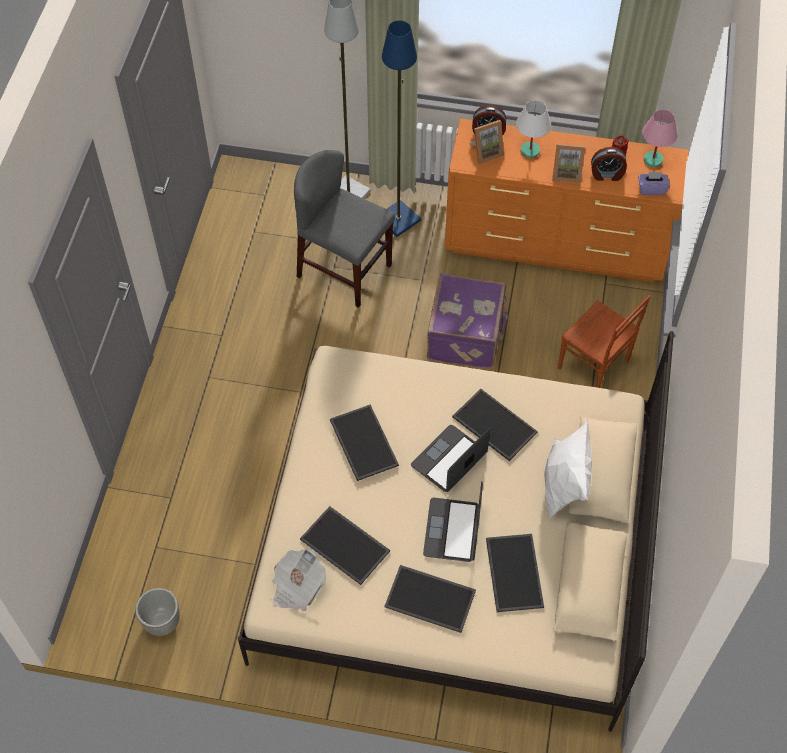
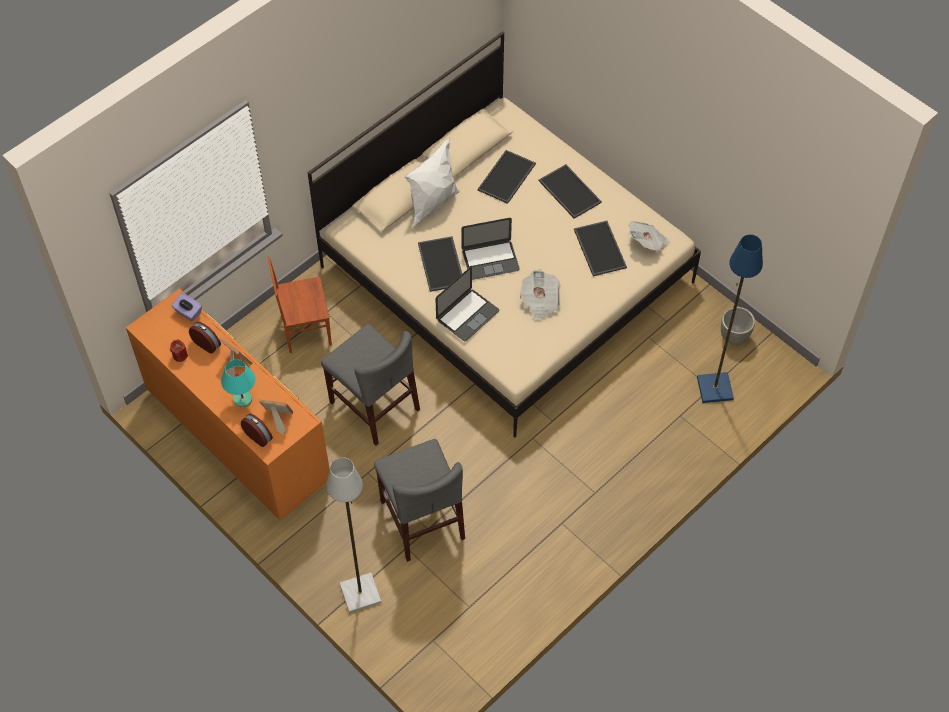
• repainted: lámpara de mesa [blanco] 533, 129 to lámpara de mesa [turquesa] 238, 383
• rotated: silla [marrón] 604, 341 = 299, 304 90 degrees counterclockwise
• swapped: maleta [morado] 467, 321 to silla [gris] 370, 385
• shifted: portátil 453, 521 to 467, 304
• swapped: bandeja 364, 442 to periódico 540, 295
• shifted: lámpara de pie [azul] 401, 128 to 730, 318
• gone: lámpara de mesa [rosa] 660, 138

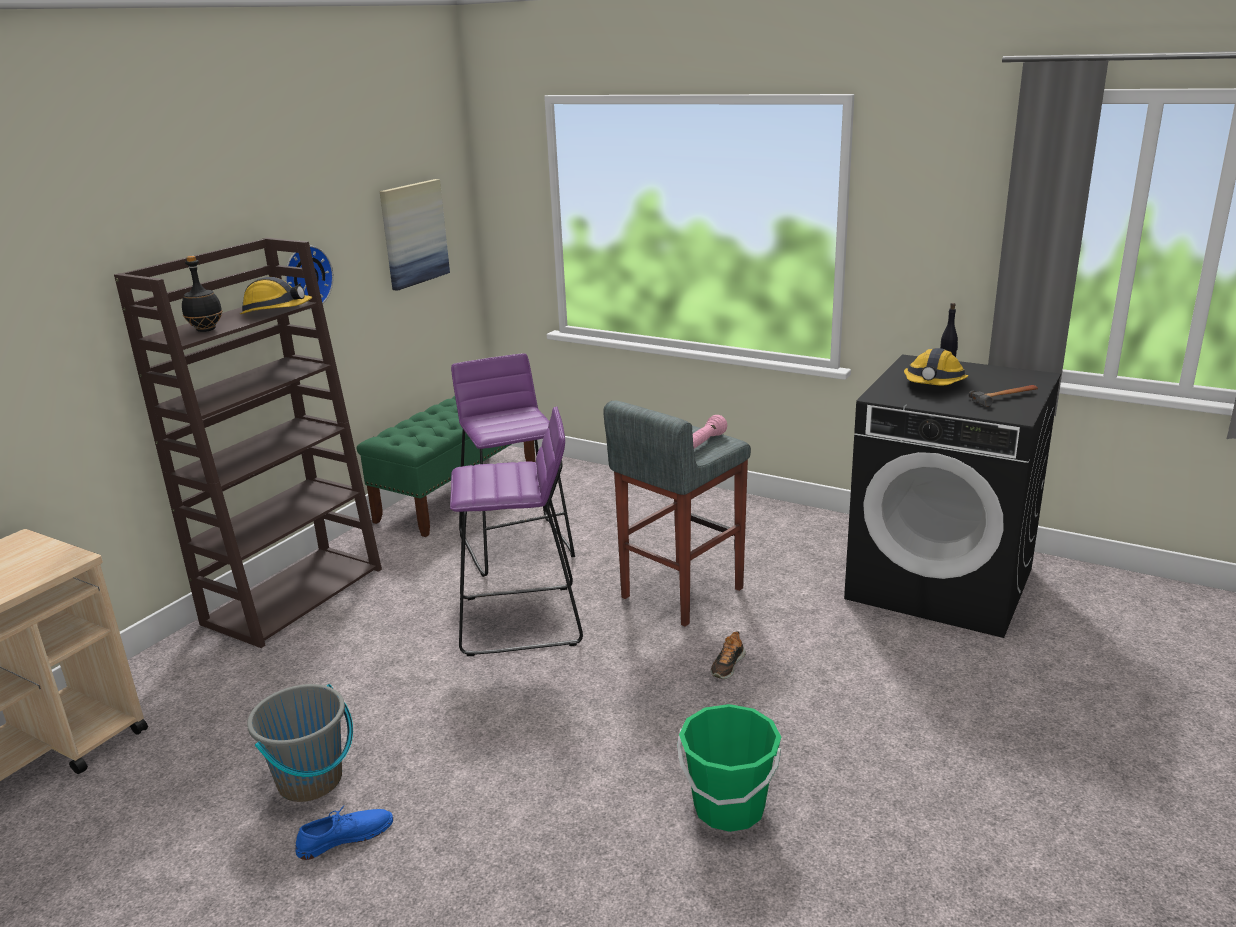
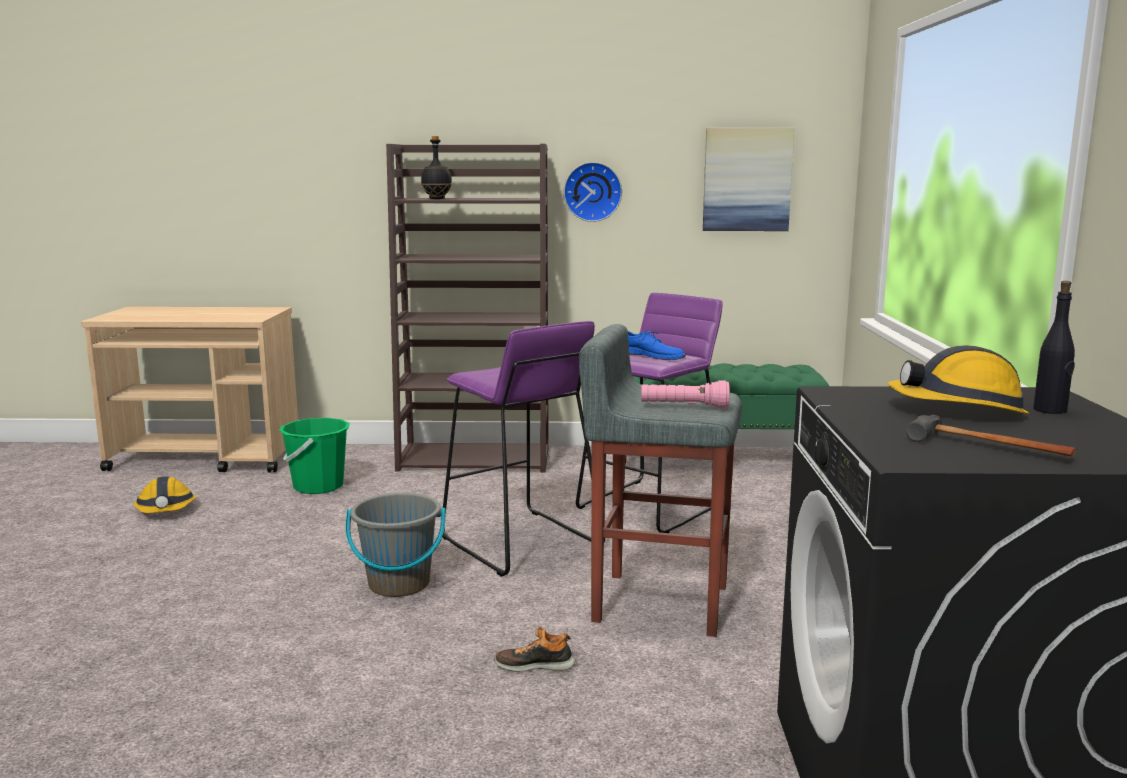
• shifted: casco 276, 295 to 164, 494
• shifted: cubo [verde] 729, 768 to 314, 456
• shifted: cubo [gris] 300, 743 to 395, 545
• shifted: zapato [azul] 344, 832 to 657, 345

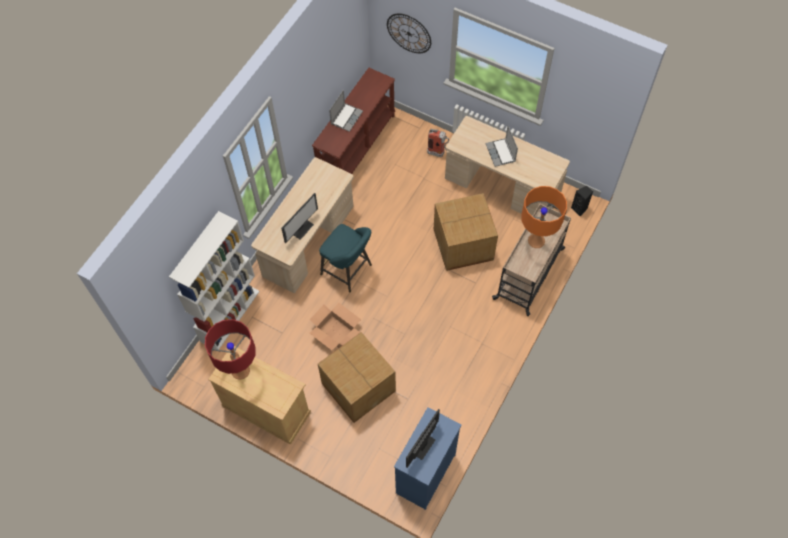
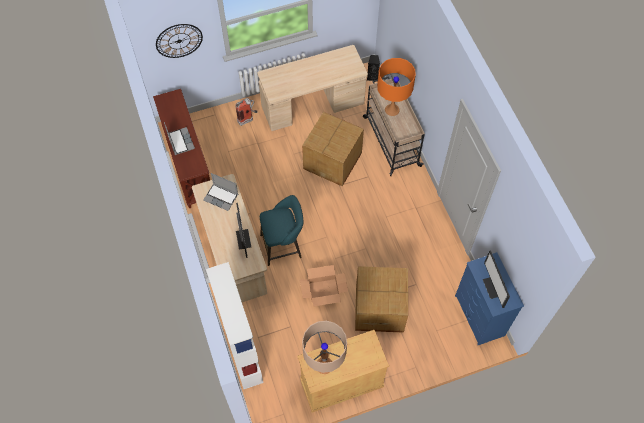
• shifted: portátil 501, 146 to 220, 192
• repainted: lámpara de mesa [rojo] 230, 349 to lámpara de mesa [beis] 324, 347

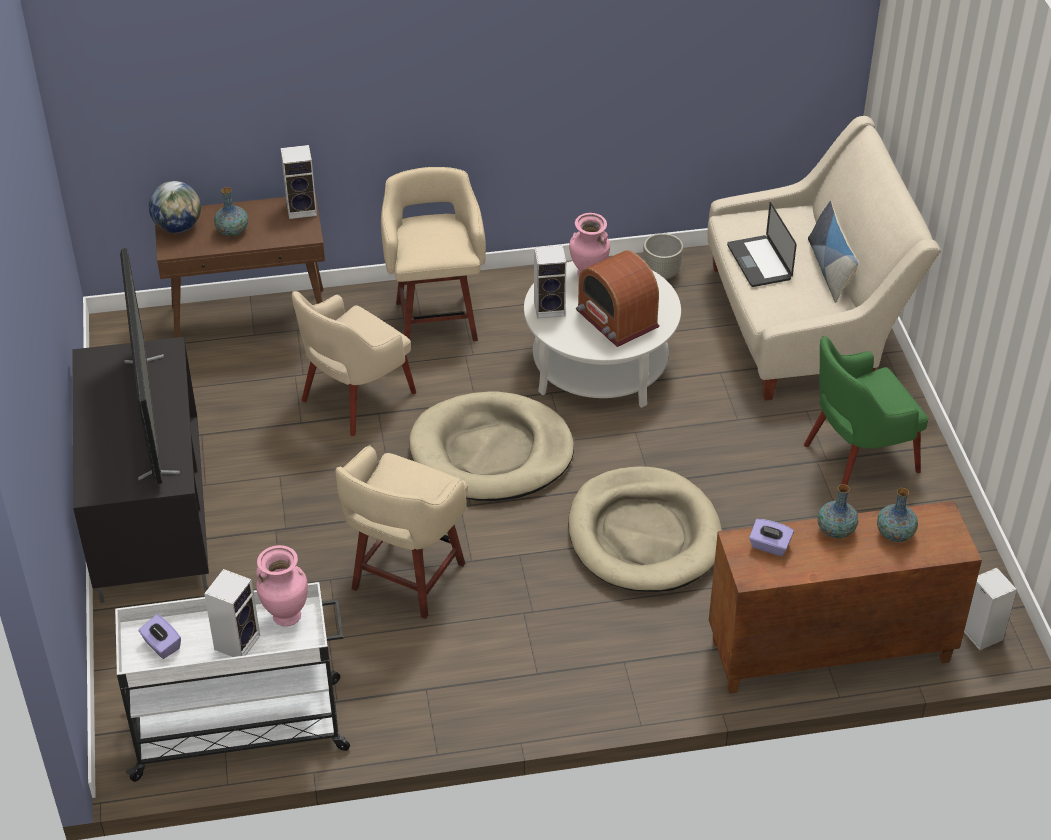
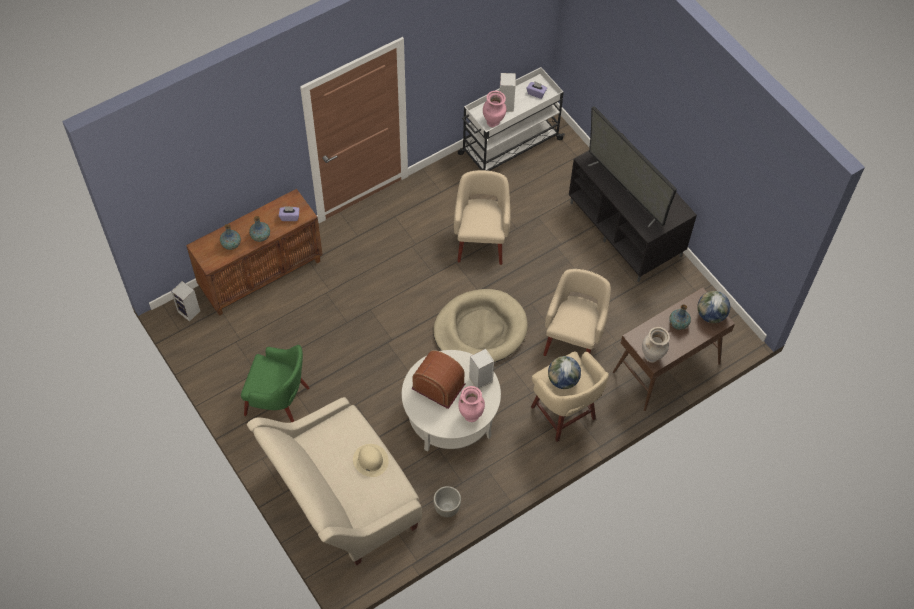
• rotated: sillón [verde] 866, 410 = 275, 383 60 degrees clockwise
• swapped: portátil 762, 244 to sombrero [beis] 371, 460
• swapped: taburete [beis] 401, 532 to sillón [beis] 482, 217
• new: globo terráqueo 564, 372
• swapped: altavoz 299, 182 to florero [beis] 656, 345
• gone: cama para perro [beis] 645, 529
• gone: cojín 833, 252

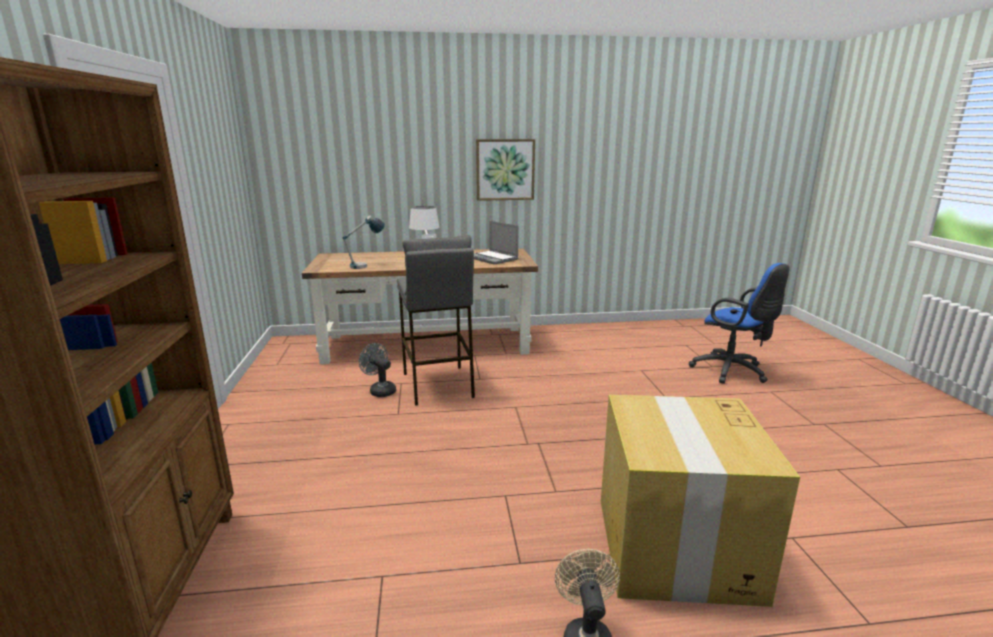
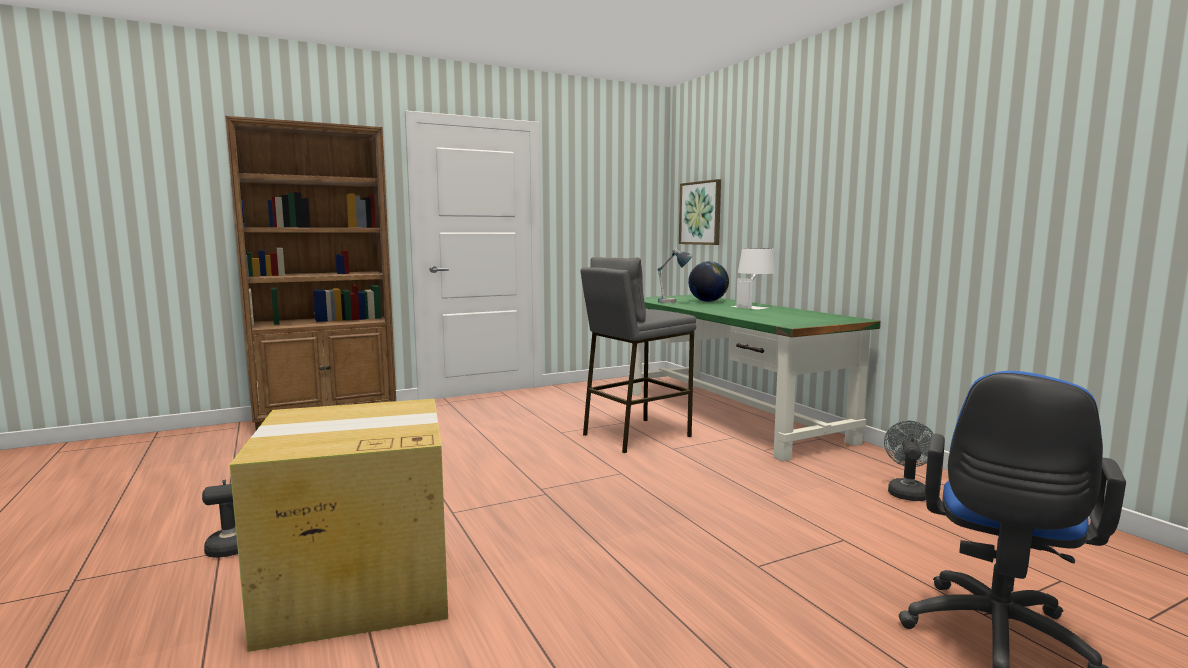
• repainted: escritorio [marrón] 420, 306 to escritorio [verde] 754, 378
• shifted: cuadro 505, 170 to 700, 212
• new: globo terráqueo 708, 281
• shifted: ventilador [gris] 377, 370 to 909, 461
• gone: portátil 496, 243

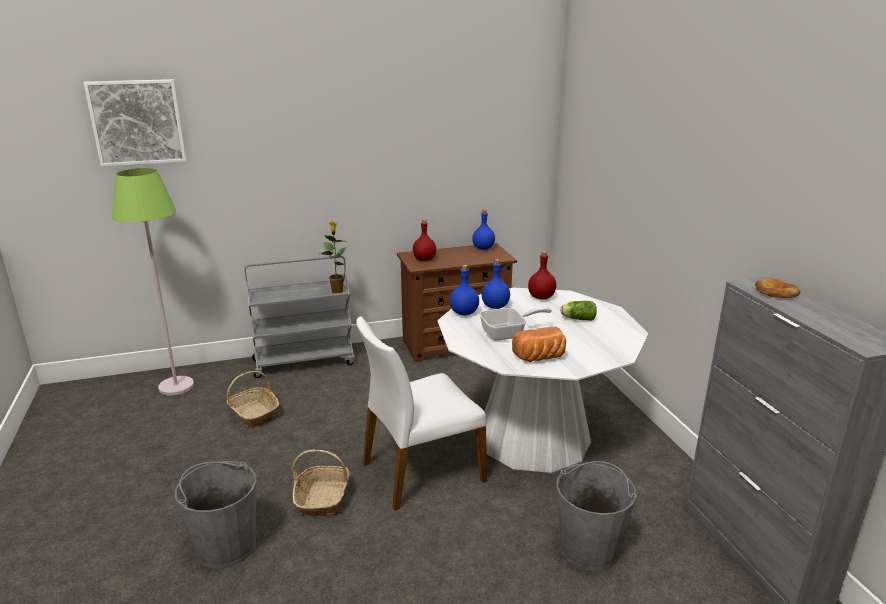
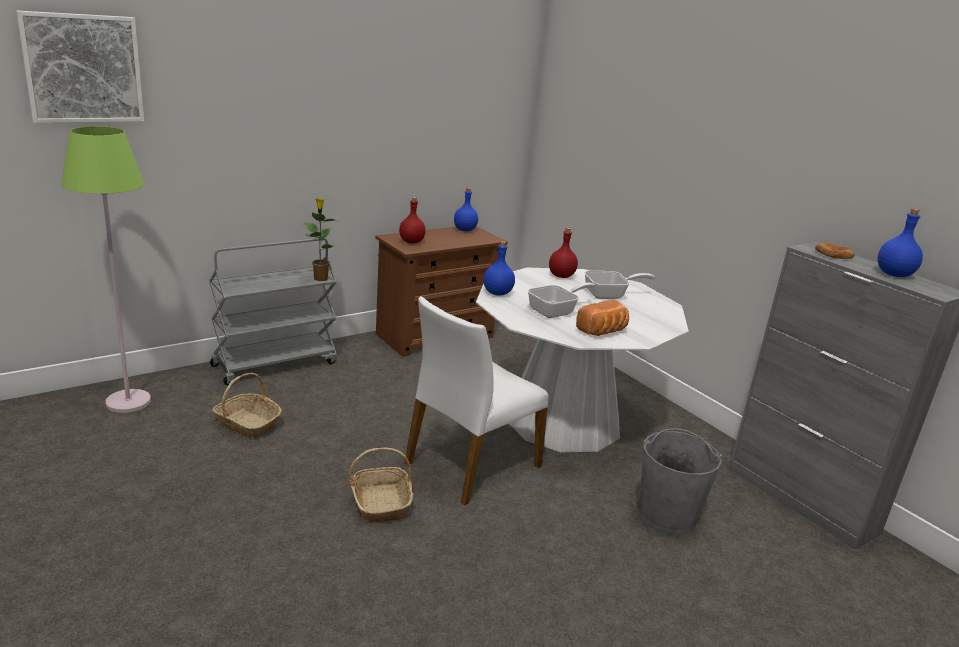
• swapped: lechuga 578, 311 to sartén 619, 285
• shifted: botella [azul] 496, 284 to 900, 243
• gone: cubo [gris] 215, 515

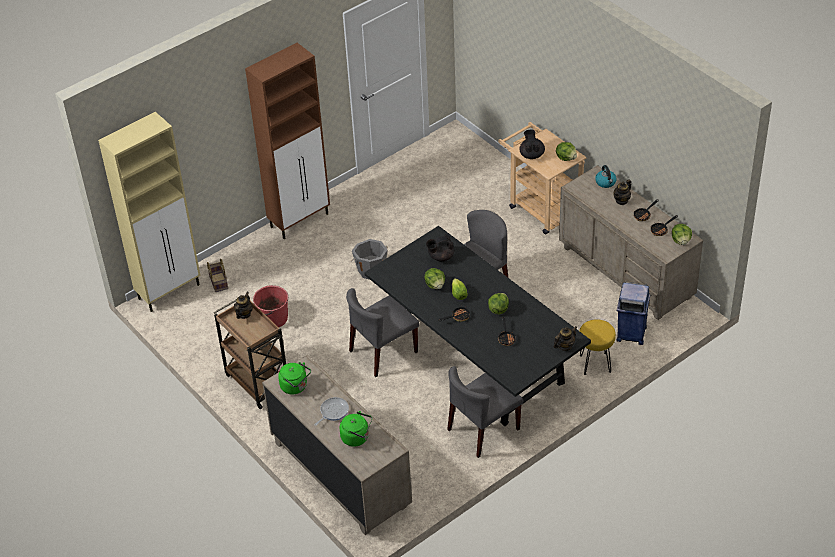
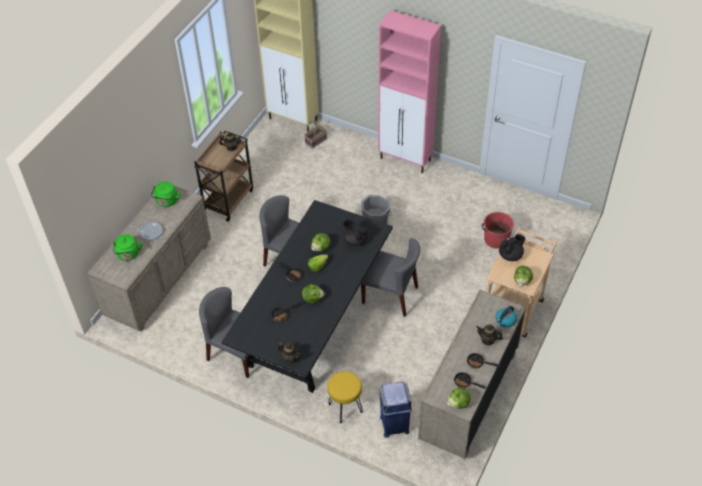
• repainted: armario [marrón] 287, 141 to armario [rosa] 409, 91
• shifted: cubo [rojo] 270, 306 to 498, 230

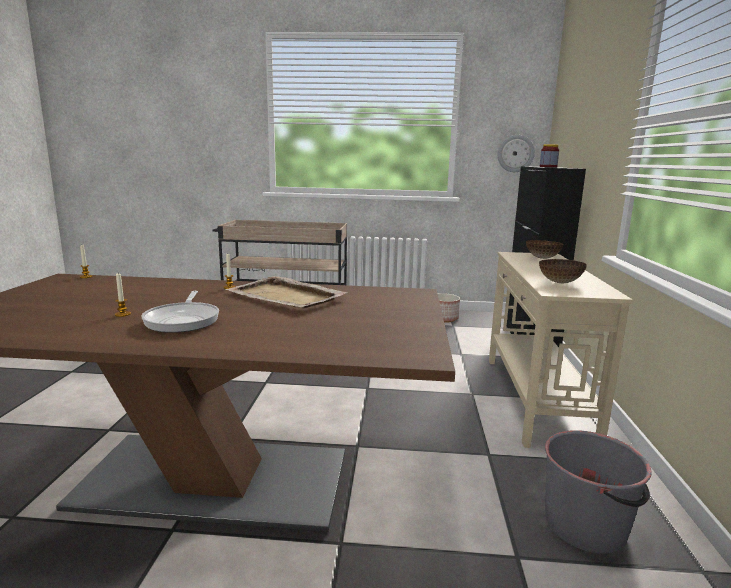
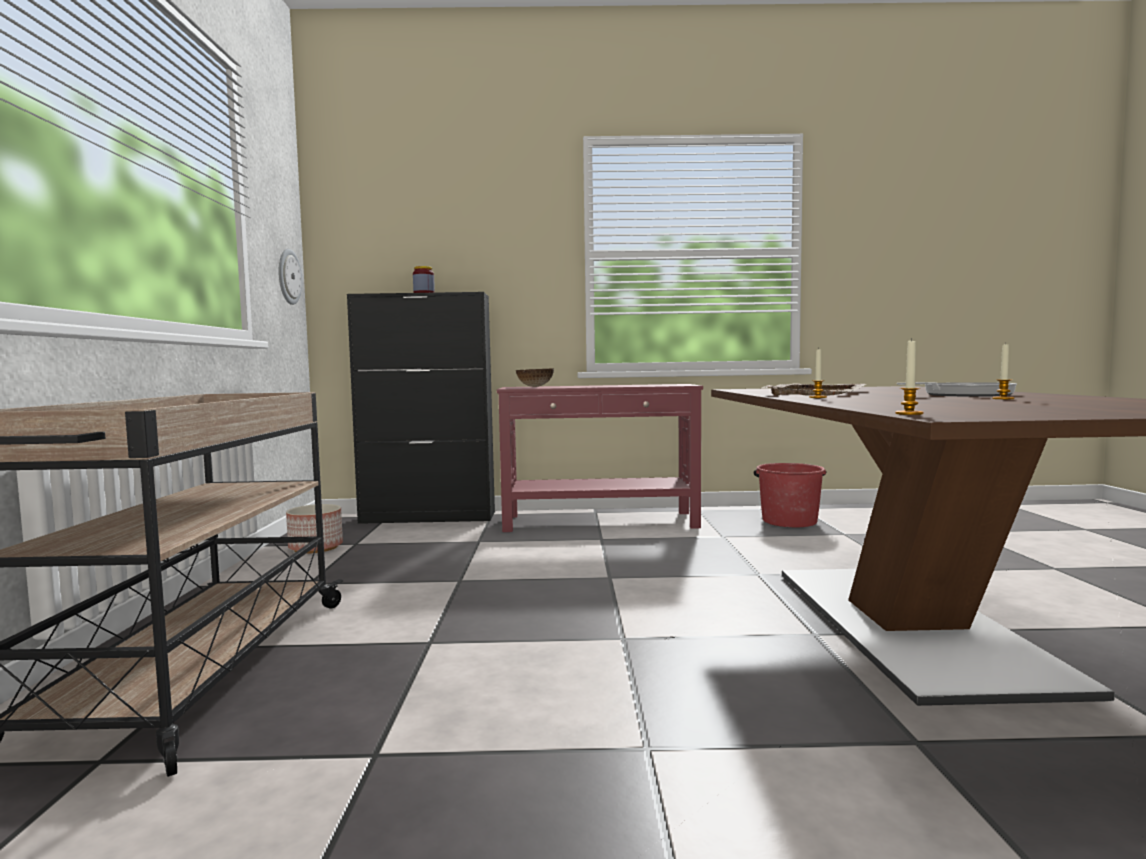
• repainted: mesa consola [beis] 561, 350 to mesa consola [rojo] 600, 458
• repainted: cubo [gris] 598, 491 to cubo [rojo] 790, 495
• gone: cuenco 563, 271

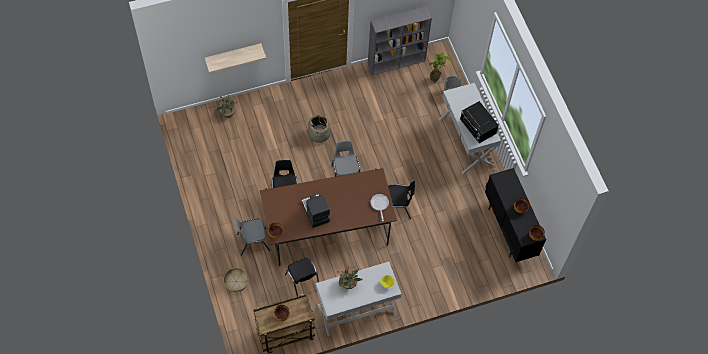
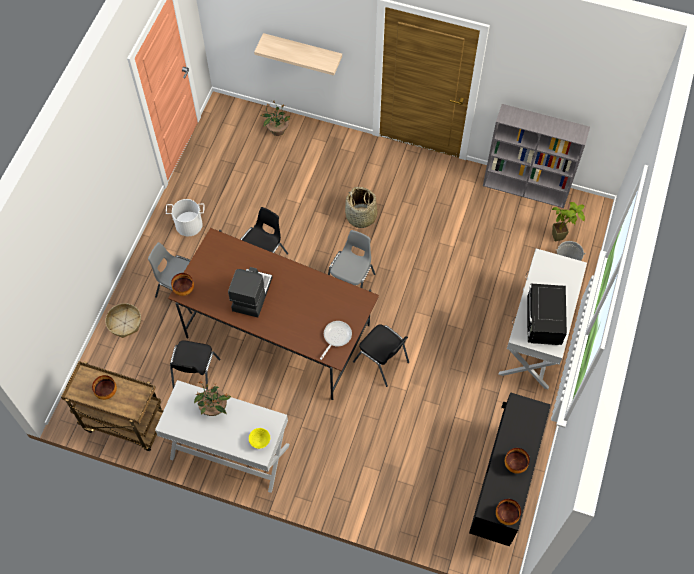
• new: cubo [blanco] 185, 217

